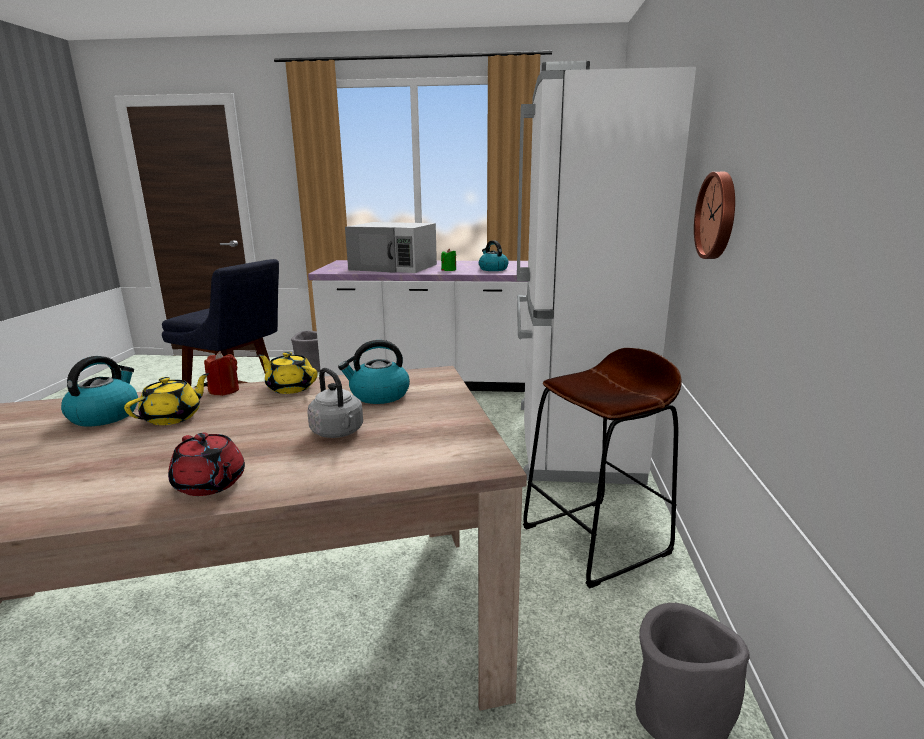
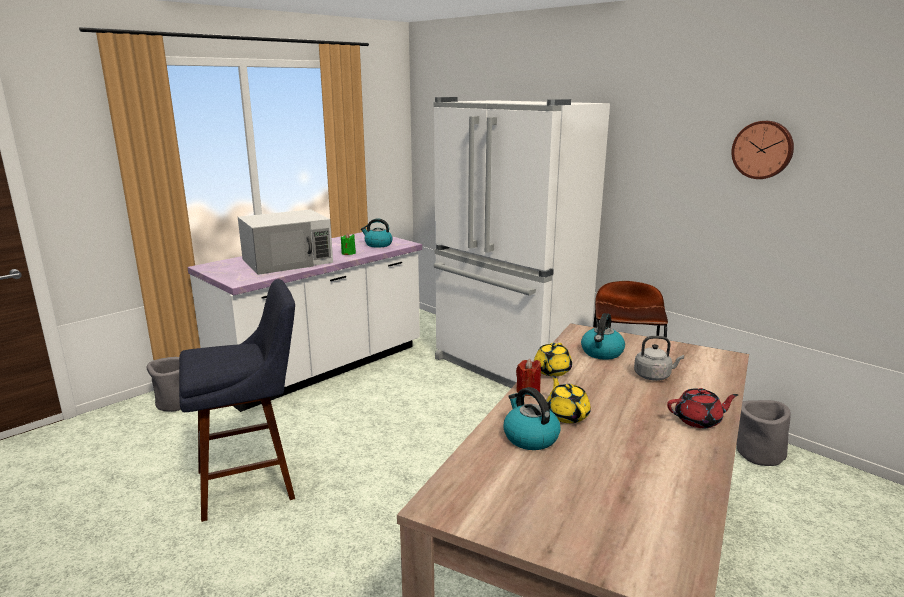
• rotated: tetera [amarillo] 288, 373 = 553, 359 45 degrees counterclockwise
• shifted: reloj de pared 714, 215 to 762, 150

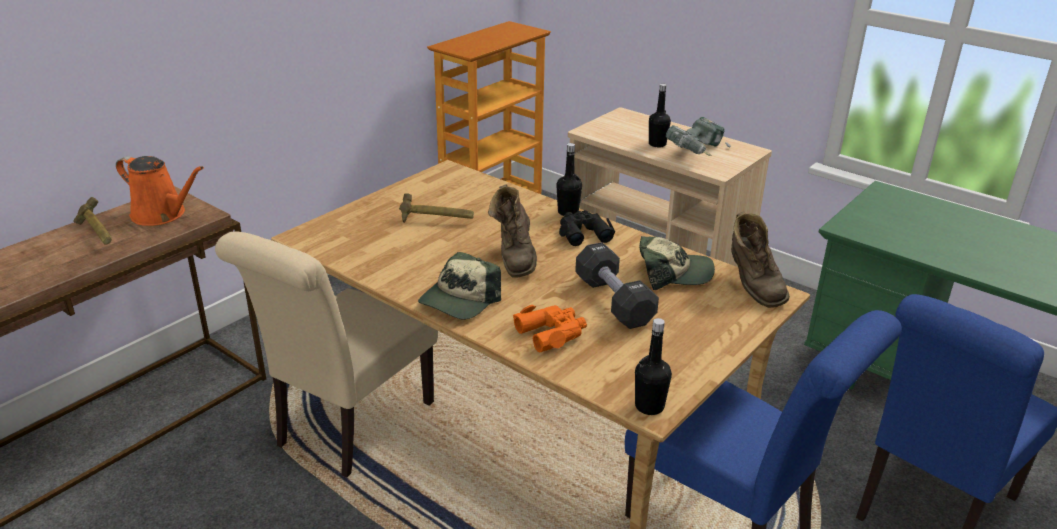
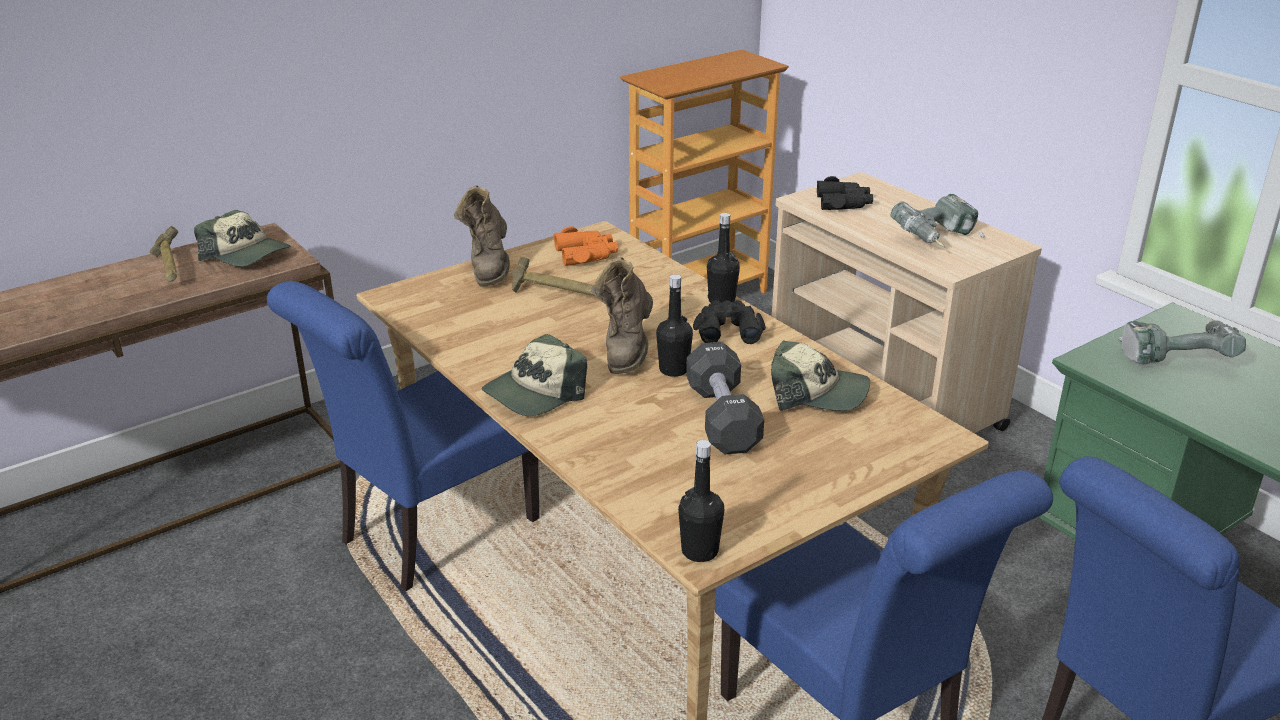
• swapped: regadera [naranja] 160, 191 to gorra 242, 238
• repainted: silla [beis] 326, 354 to silla [azul] 403, 436
• shifted: bota [marrón] 760, 259 to 482, 236
• shifted: prismáticos [naranja] 550, 329 to 585, 246
• shifted: botella [negro] 660, 116 to 674, 325
• new: prismáticos [negro] 845, 193
• new: taladro 1182, 341

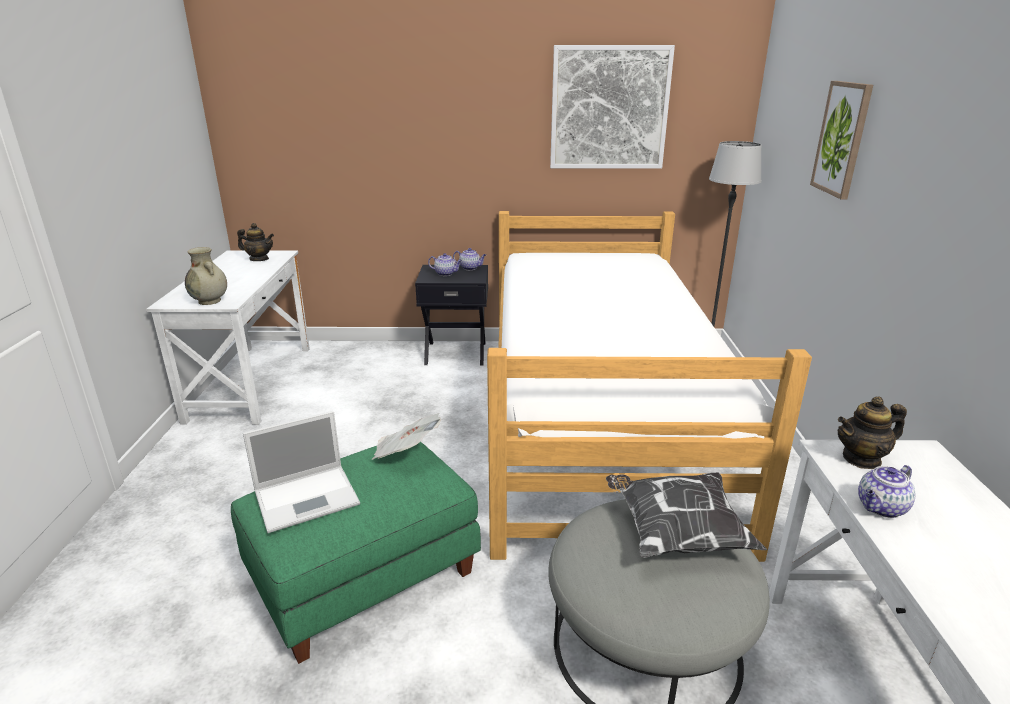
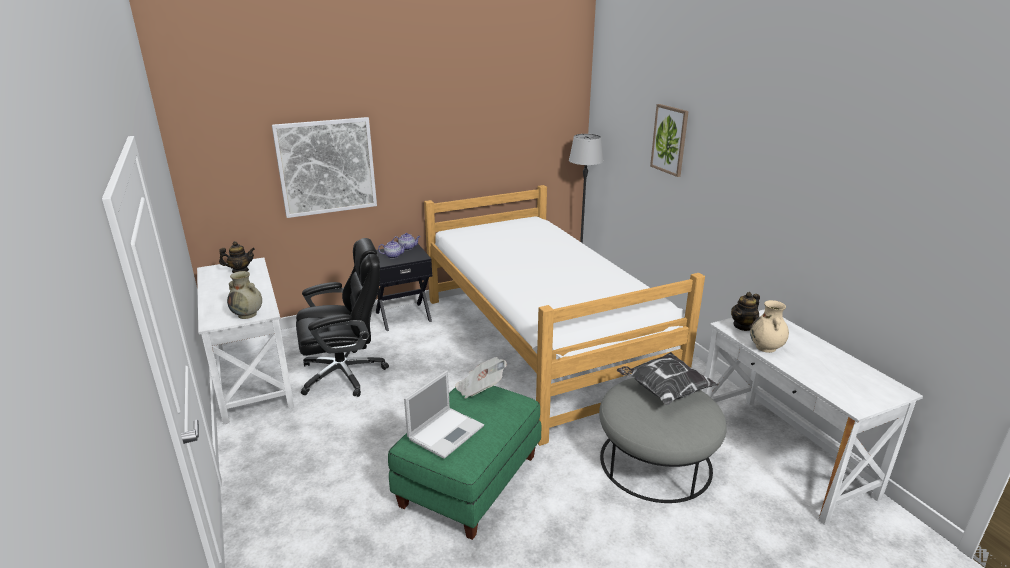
• shifted: cuadro 612, 107 to 324, 167
• new: silla de oficina [negro] 342, 317
• swapped: tetera 886, 491 to florero [beis] 769, 326

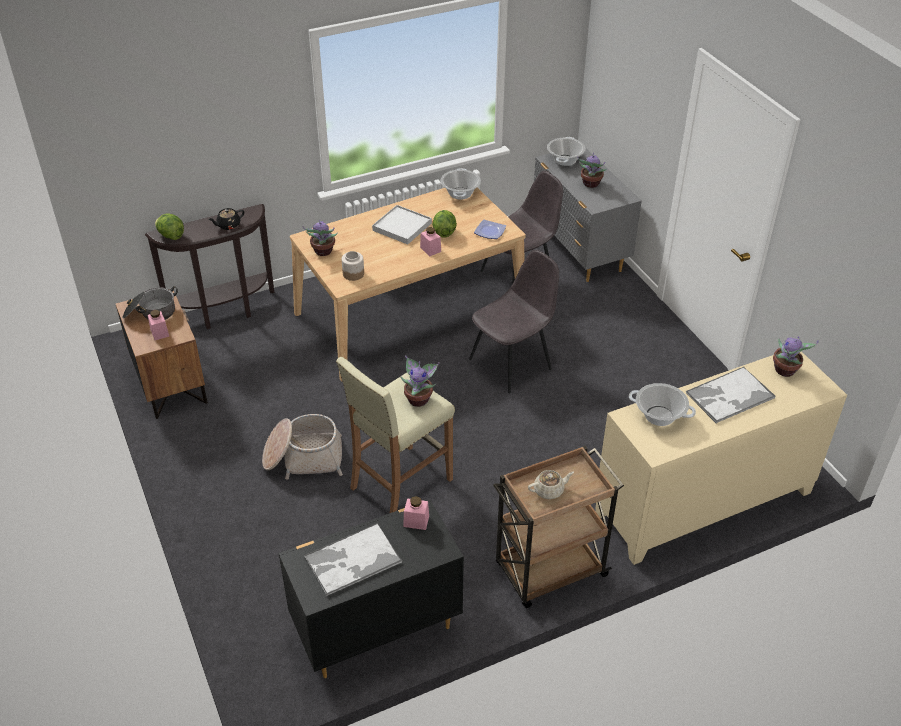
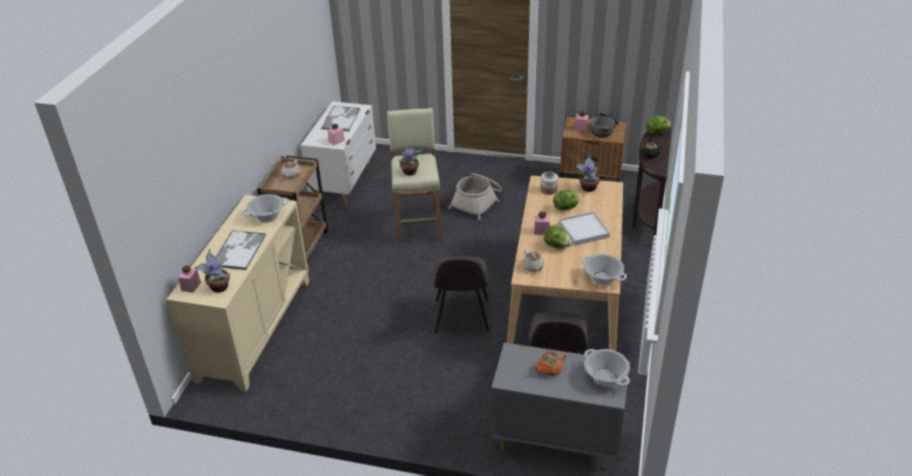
• new: tarro [rosa] 189, 279
• repainted: cómoda [negro] 371, 588 to cómoda [blanco] 338, 153
• swapped: plato 490, 229 to tetera [beis] 533, 261
• swapped: planta en maceta 592, 170 to tetera [naranja] 549, 364
• new: lechuga 566, 200

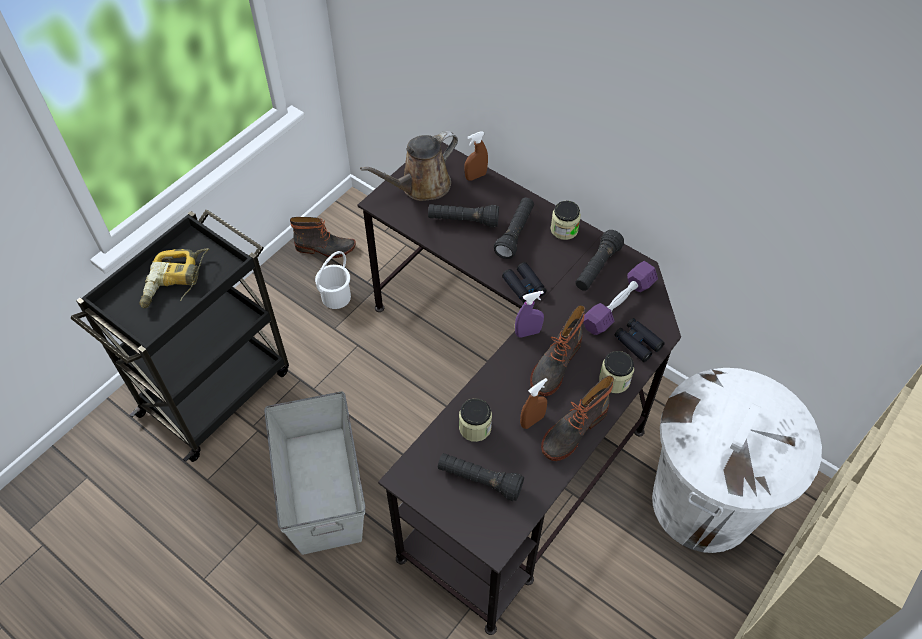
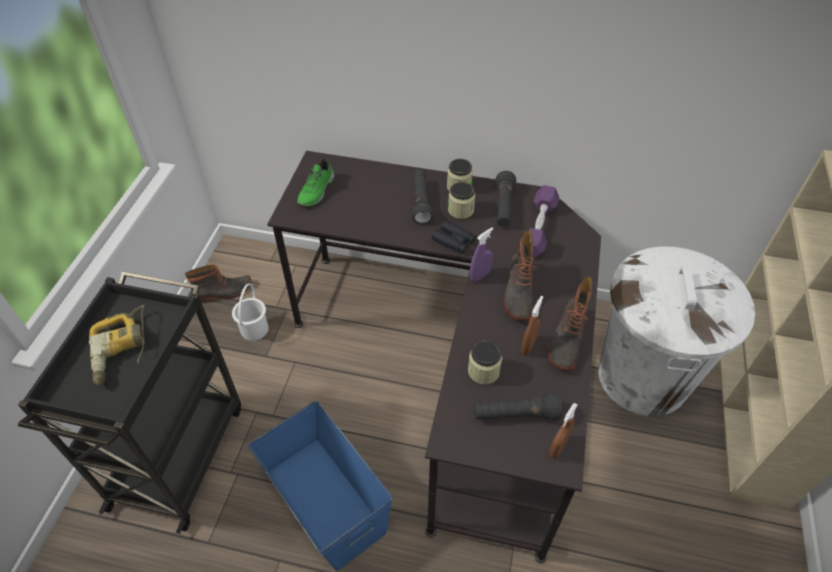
• repainted: caja de almacenaje [gris] 314, 473 to caja de almacenaje [azul] 320, 486
• swapped: regadera [marrón] 409, 166 to zapato [verde] 315, 182
• shifted: tarro 616, 372 to 461, 200
• shifted: pulverizador [marrón] 476, 156 to 563, 430
• gone: linterna [negro] 463, 216
• gone: prismáticos [negro] 639, 340

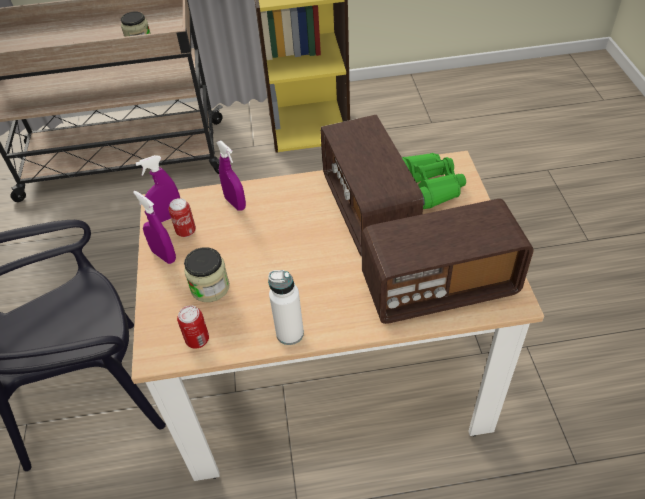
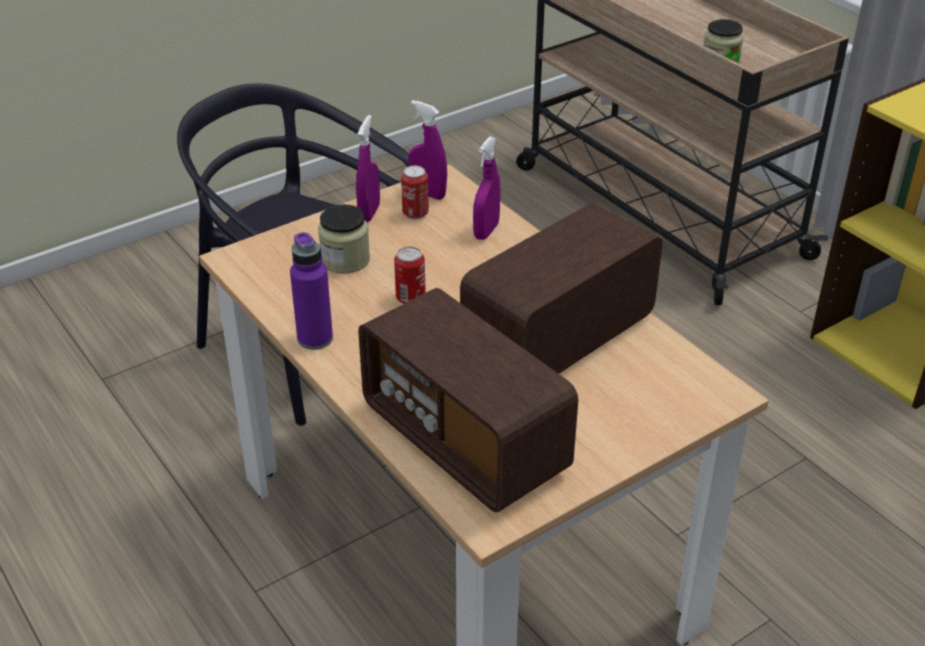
• repainted: botella [blanco] 286, 307 to botella [morado] 311, 291
• shifted: lata 193, 327 to 410, 275
• gone: prismáticos [verde] 434, 181

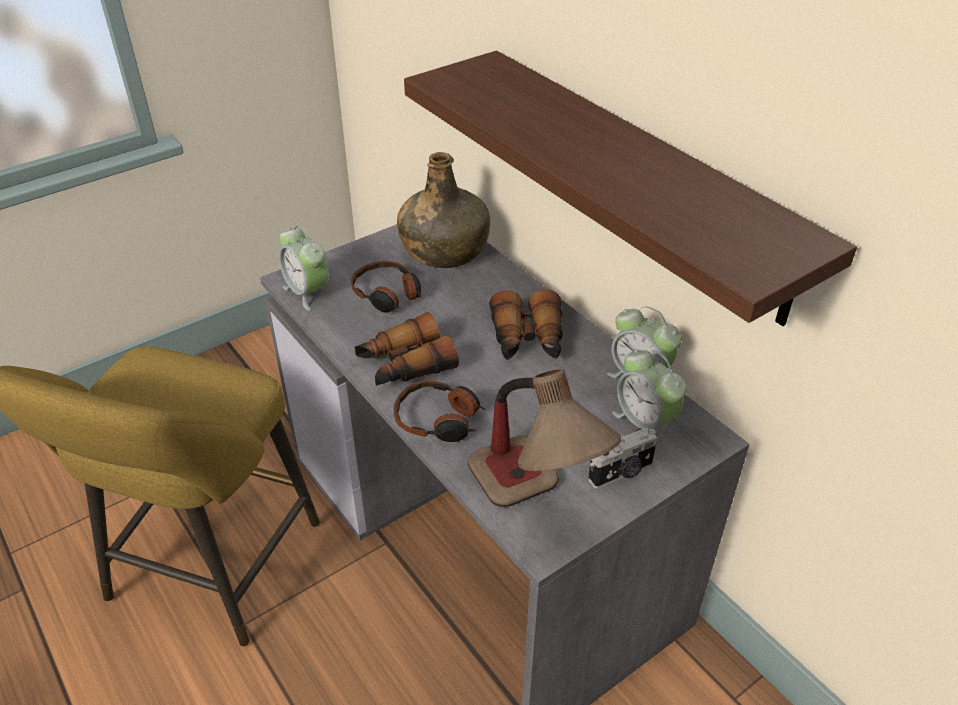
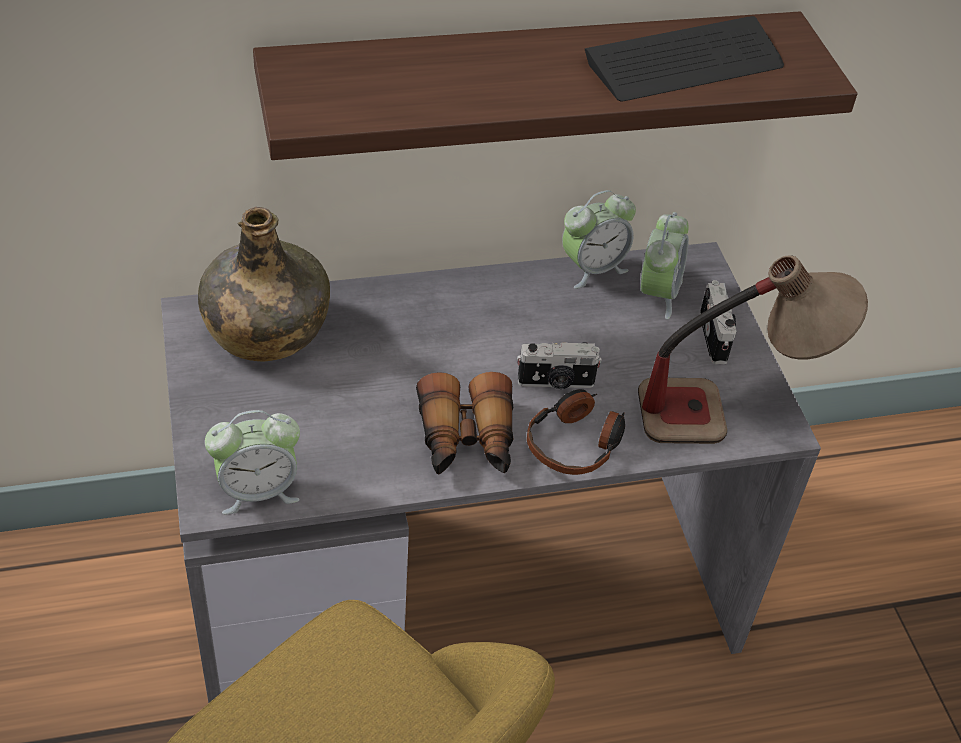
• new: cámara 559, 365
• new: teclado 684, 59
• rotated: despertador 649, 389 = 664, 265 60 degrees counterclockwise
• gone: auriculares 386, 287
• gone: prismáticos 526, 324

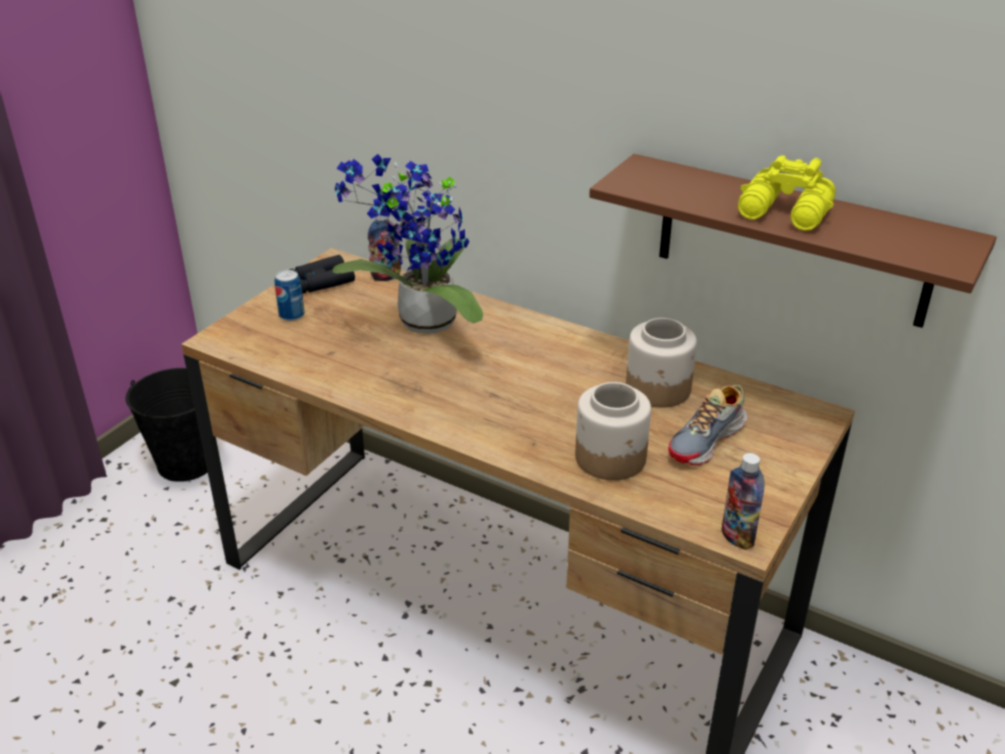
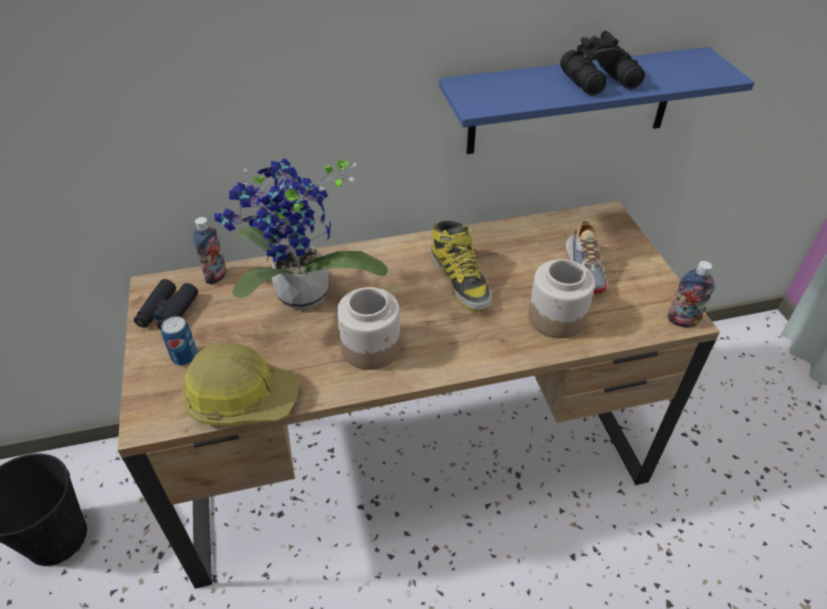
• new: casco 241, 384
• shifted: tarro 661, 363 to 368, 328
• new: bota 461, 266
• repainted: estante [marrón] 793, 241 to estante [azul] 597, 100
• repainted: prismáticos [amarillo] 787, 193 to prismáticos [negro] 602, 63

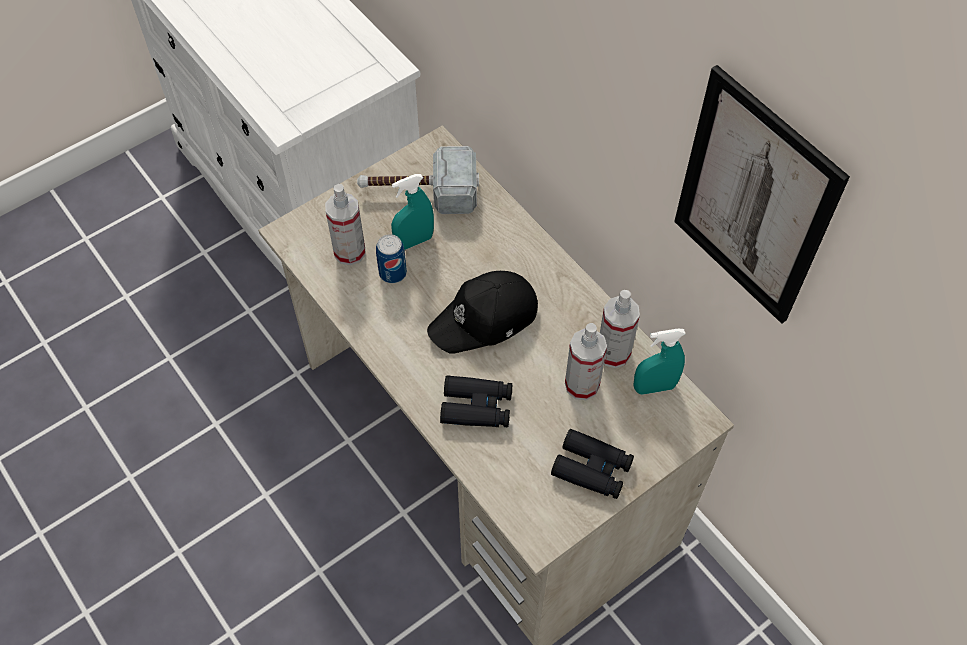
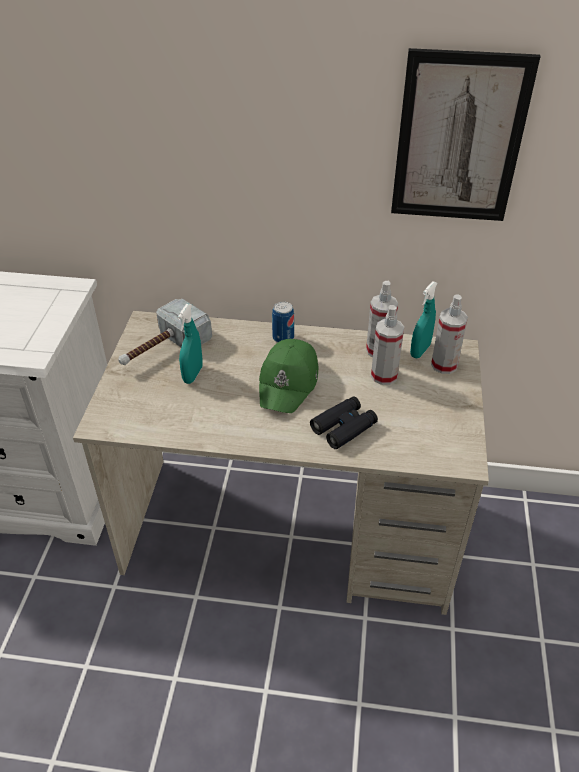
• repainted: gorra [negro] 482, 312 to gorra [verde] 288, 376
• shifted: lata 391, 259 to 283, 322
• shifted: pulverizador 345, 224 to 449, 334
• gone: prismáticos [negro] 592, 464

